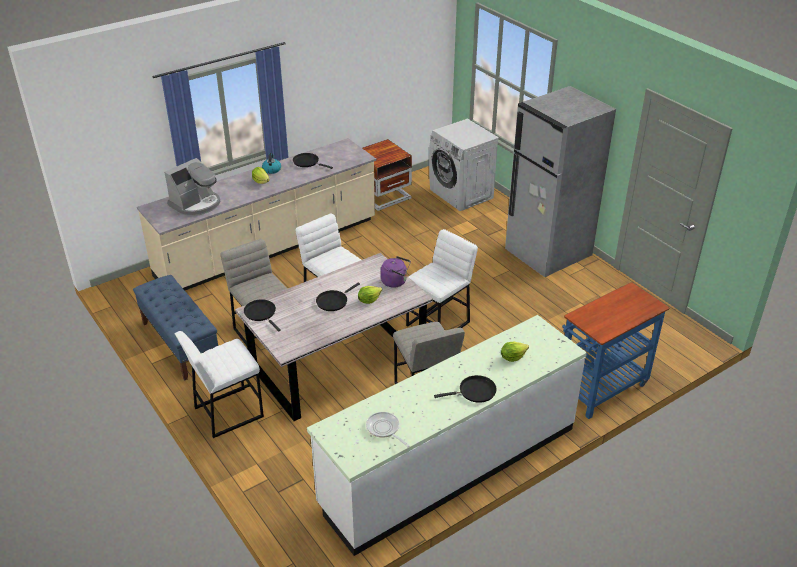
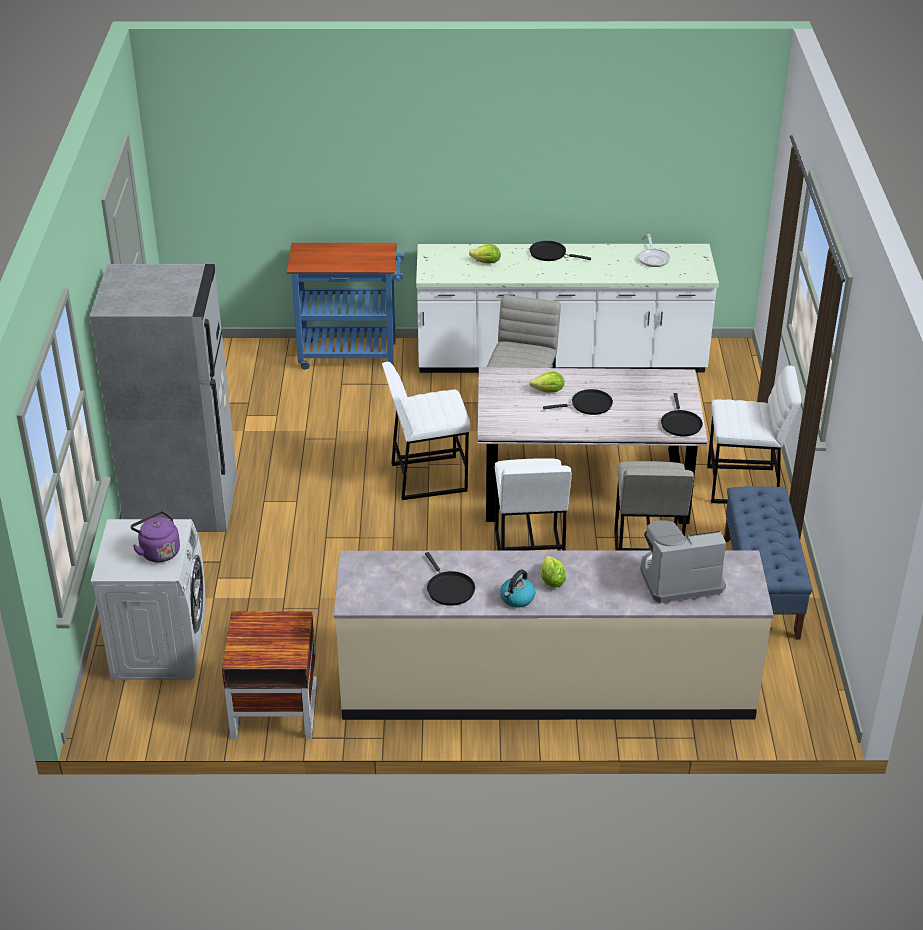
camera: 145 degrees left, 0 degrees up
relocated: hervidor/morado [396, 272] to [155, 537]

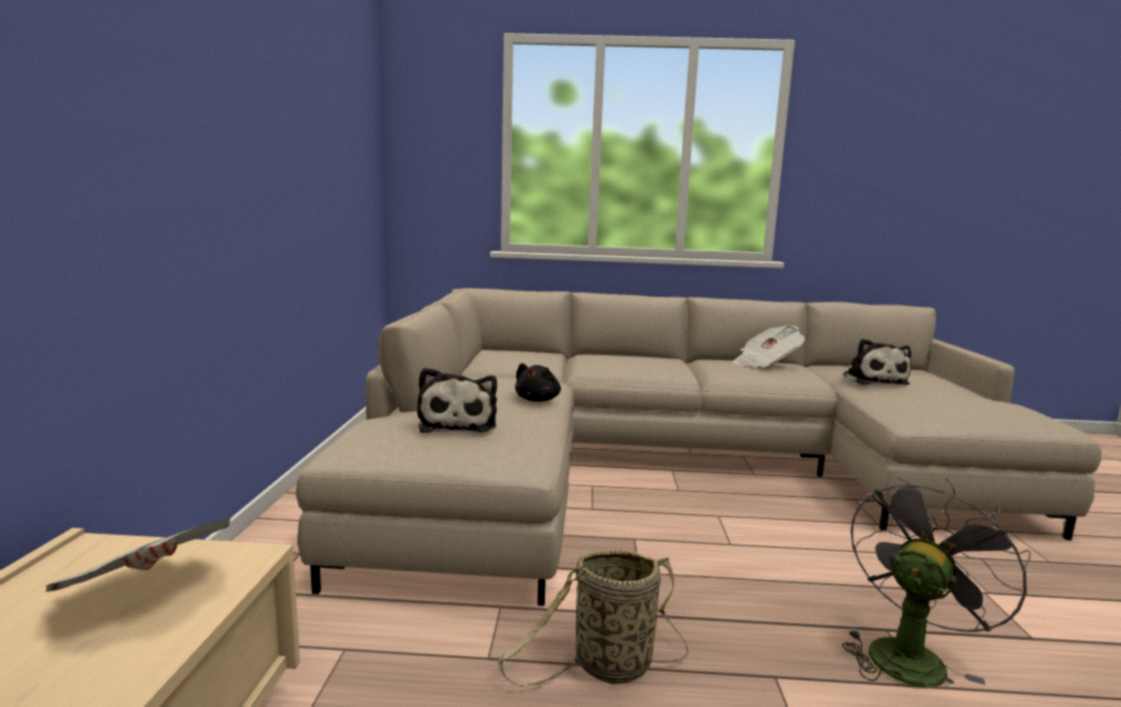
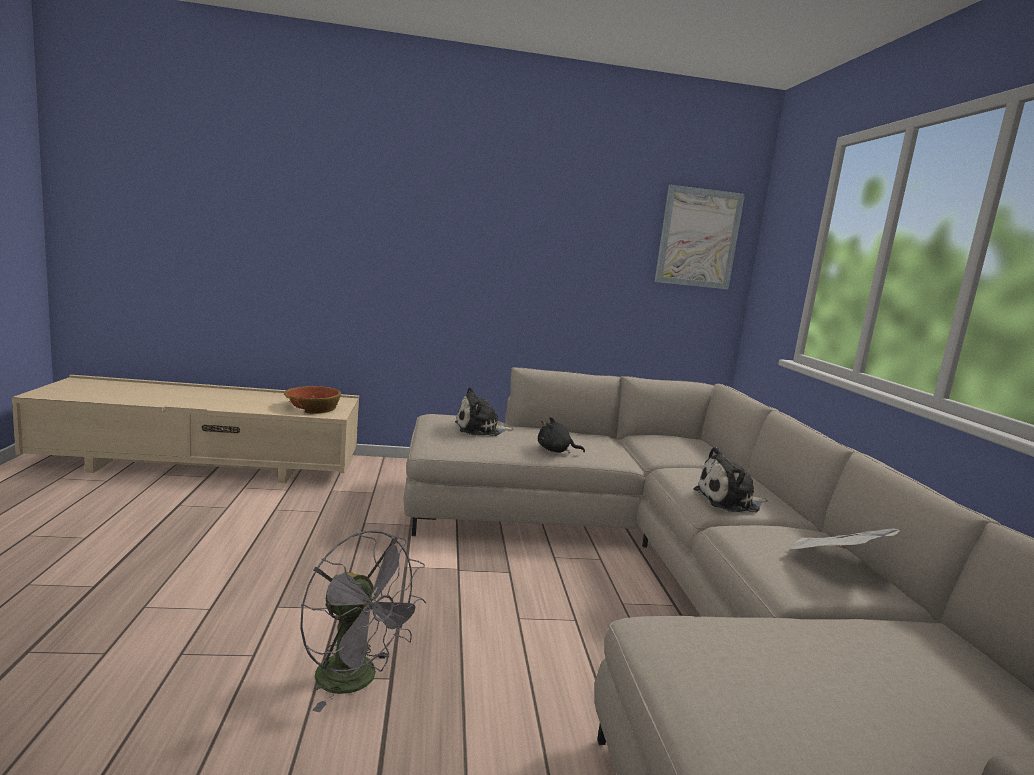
camera: 80 degrees right, 0 degrees up
missing: cesta [593, 618]
appeared: cuadro [700, 237]
relocated: peluche [877, 362] to [731, 479]
exchanged: periódico [139, 555] to cuenco [312, 400]

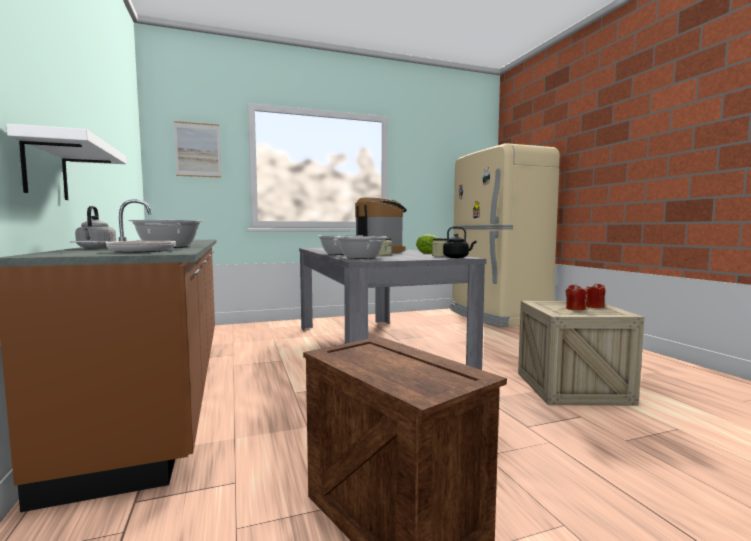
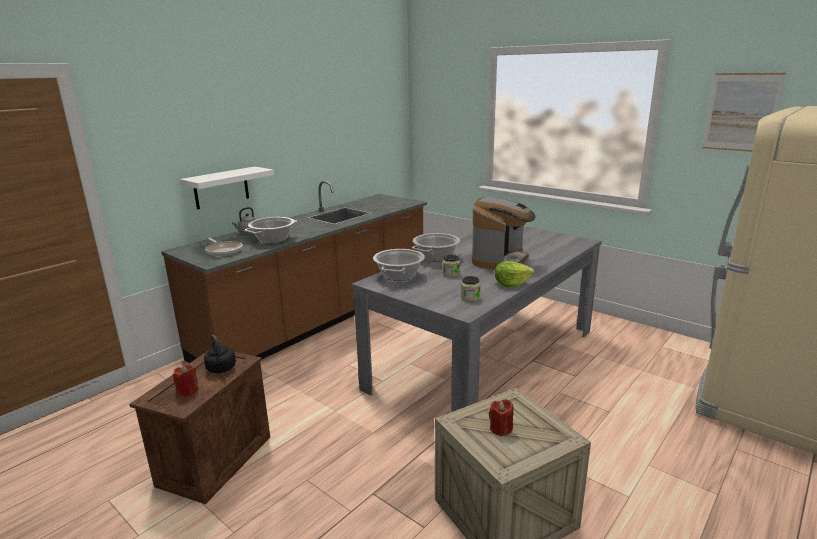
camera: 60 degrees right, 15 degrees up
relocated: vela/rojo [595, 295] to [185, 380]; hervidor/negro [459, 242] to [220, 354]; cuadro [197, 149] to [744, 112]

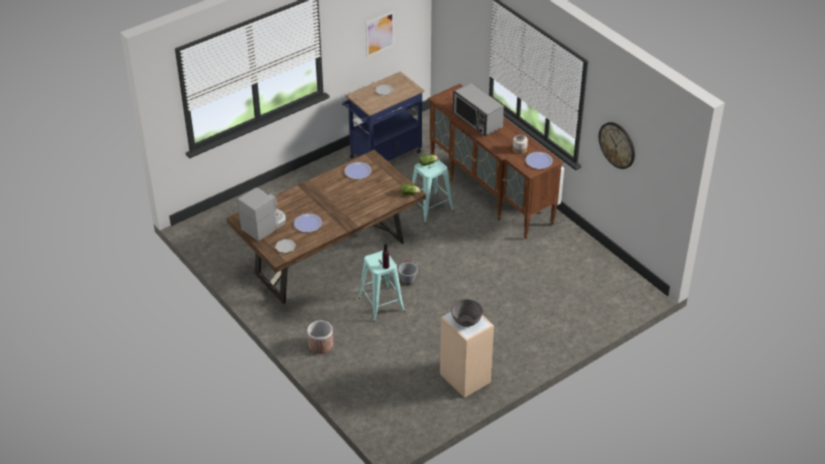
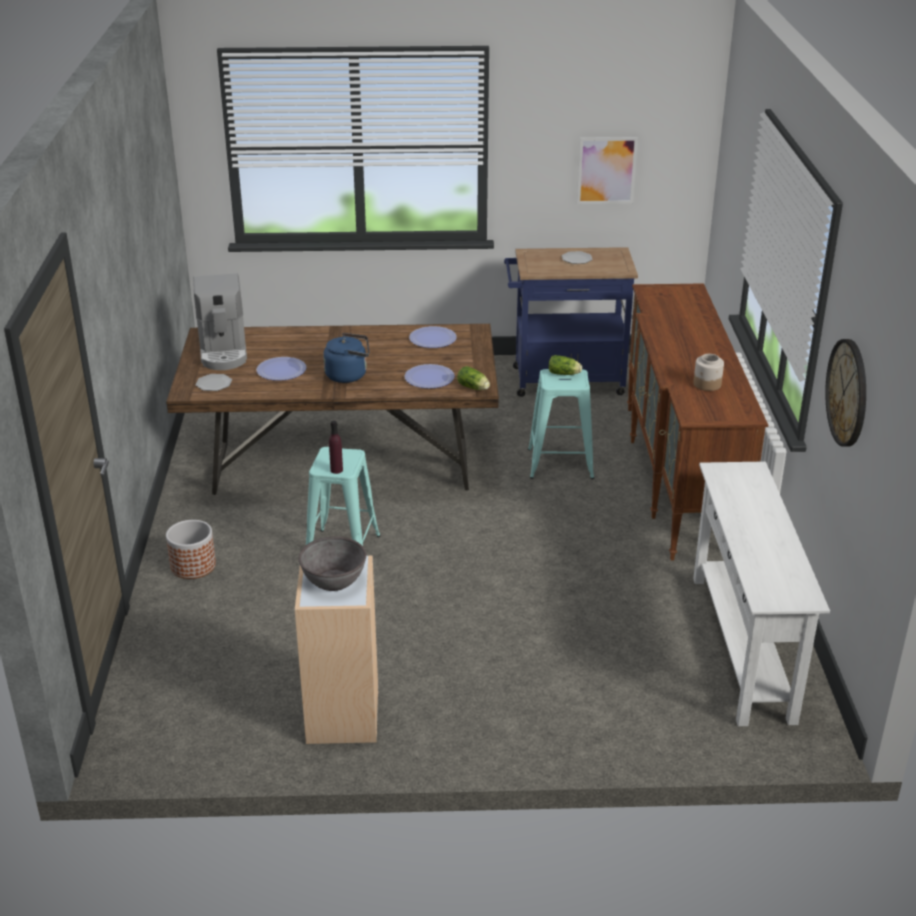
camera: 35 degrees right, 10 degrees down
missing: cubo/gris [408, 273]; microondas [478, 109]
appeared: hervidor/azul [346, 358]; mesa consola/blanco [761, 593]
relocated: plato [539, 160] to [429, 376]
spun: cafetera [262, 214] = [220, 321] 90 degrees clockwise

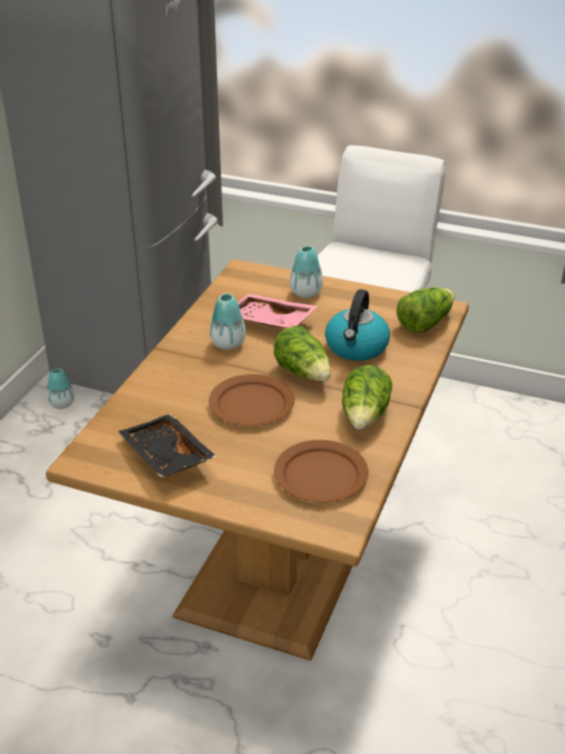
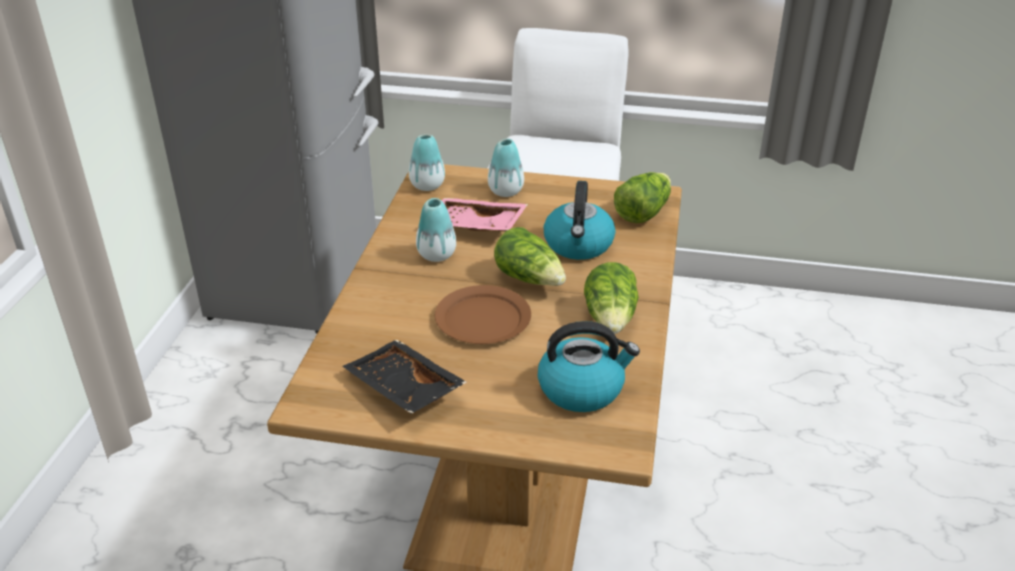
camera: 10 degrees left, 0 degrees up
relocated: florero [61, 388] to [427, 162]
exchanged: plato/marrón [321, 471] to hervidor [589, 366]

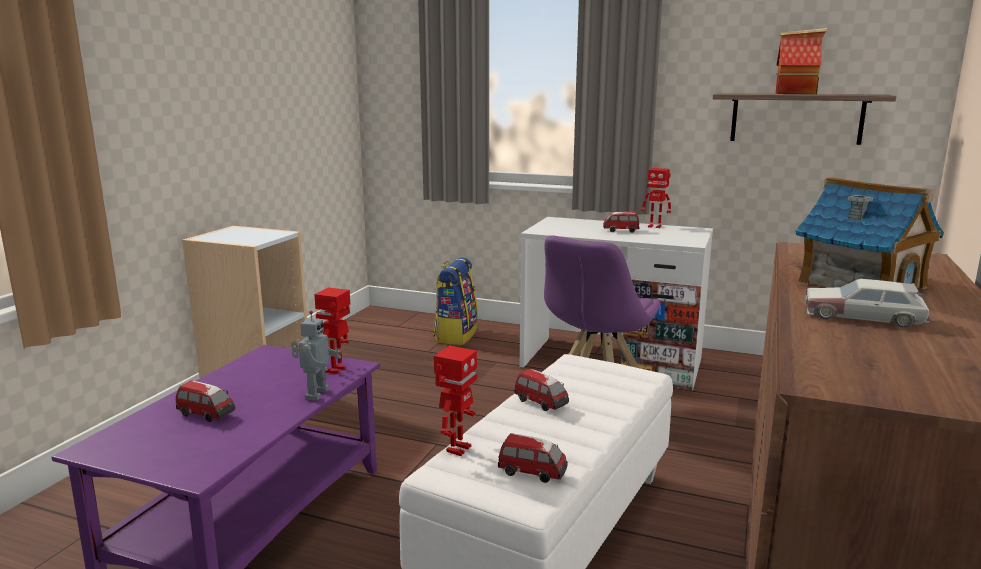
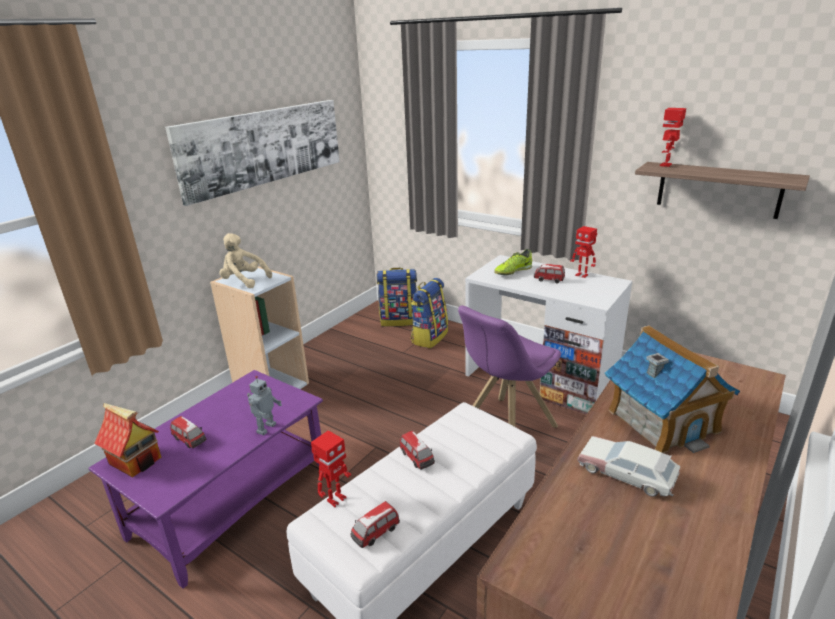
camera: 15 degrees right, 10 degrees up
appeared: cuadro [252, 153]; peluche/beis [245, 260]; mochila [396, 297]; zapato [513, 262]
relocated: casita [801, 61] to [127, 440]; robot de juguete [332, 331] to [673, 137]
spun: coche de juguete [533, 458] = [375, 524] 105 degrees clockwise

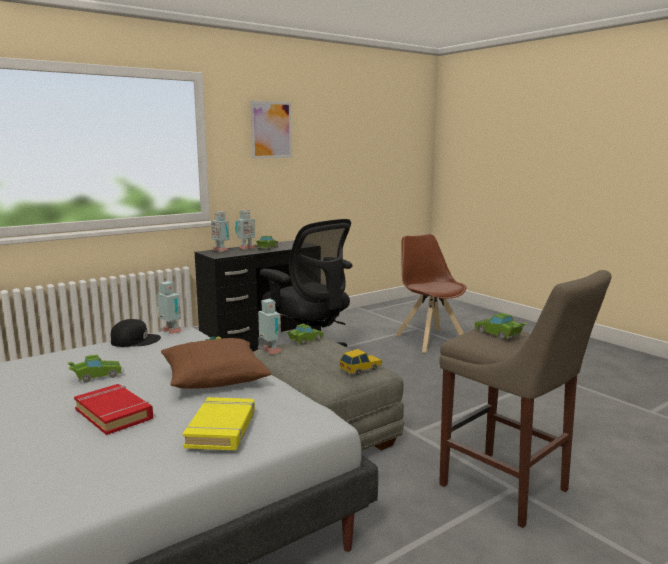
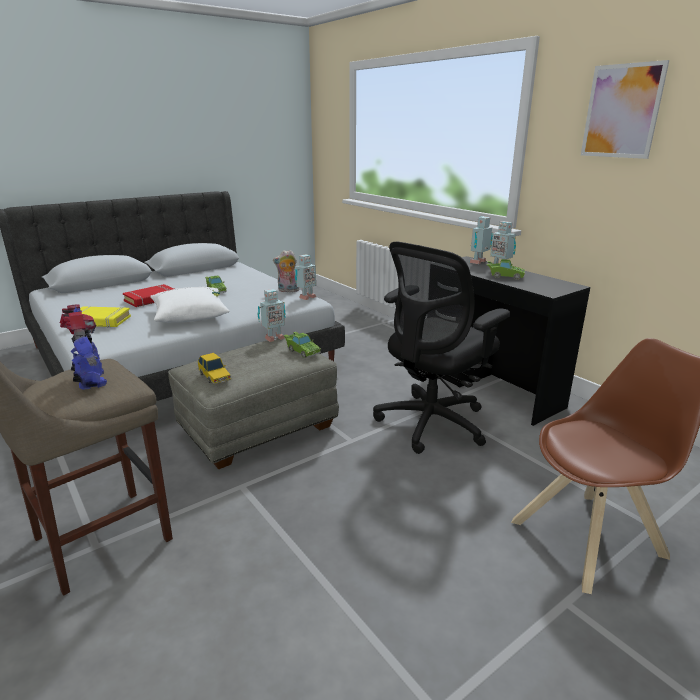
camera: 90 degrees right, 10 degrees up
exchanged: coche de juguete/verde [501, 326] to robot de juguete [83, 347]; gorra/negro [136, 333] to peluche [286, 271]
colour: cojín/marrón [216, 362] to cojín/blanco [189, 305]

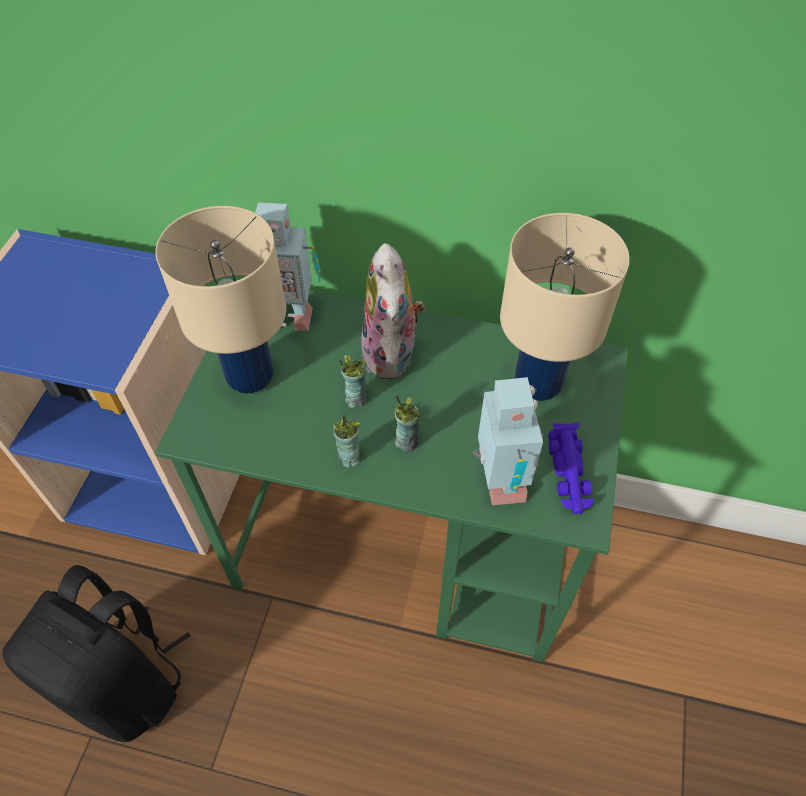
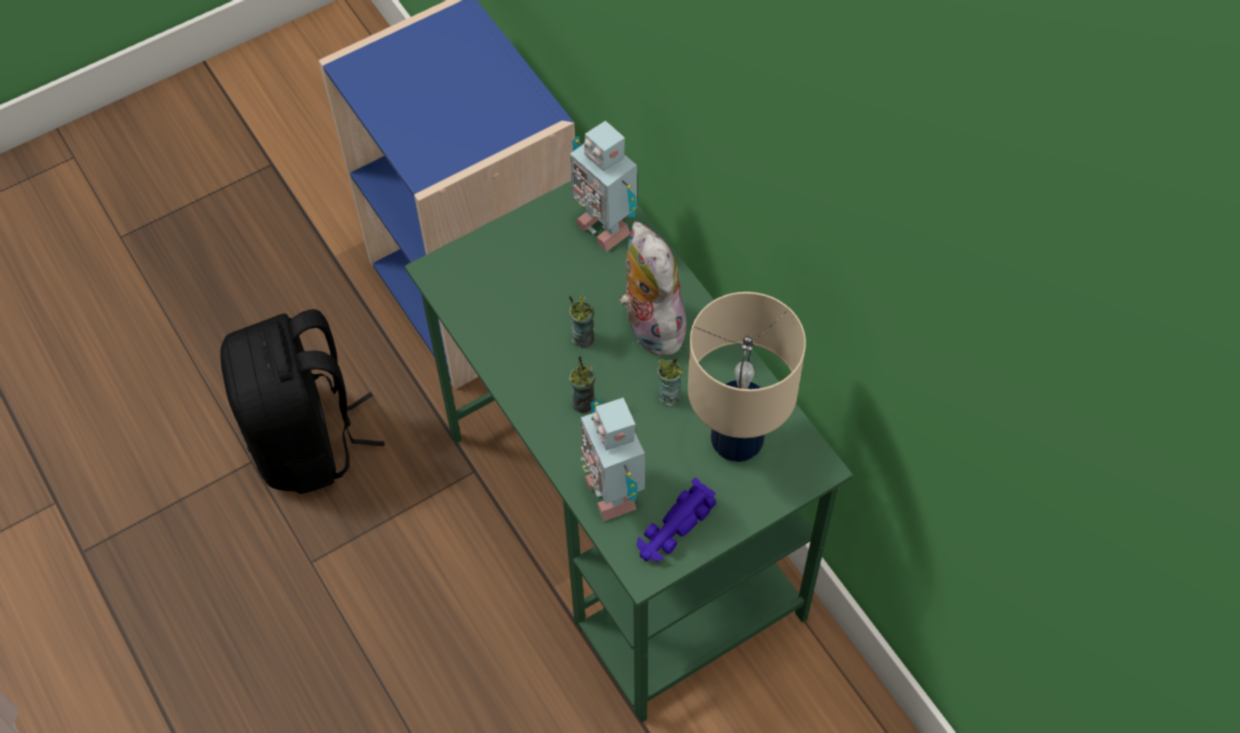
camera: 45 degrees right, 5 degrees up
missing: lámpara de mesa/beis [220, 300]
relocated: taza [347, 441] to [670, 382]
spun: robot de juguete [508, 441] = [613, 459] 120 degrees clockwise; peluche [393, 311] = [652, 288] 120 degrees clockwise

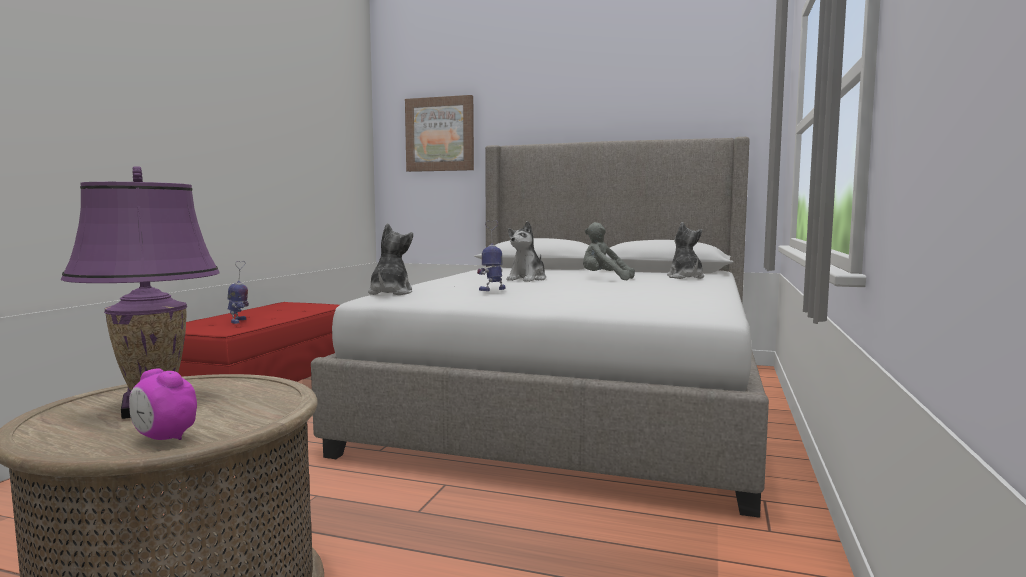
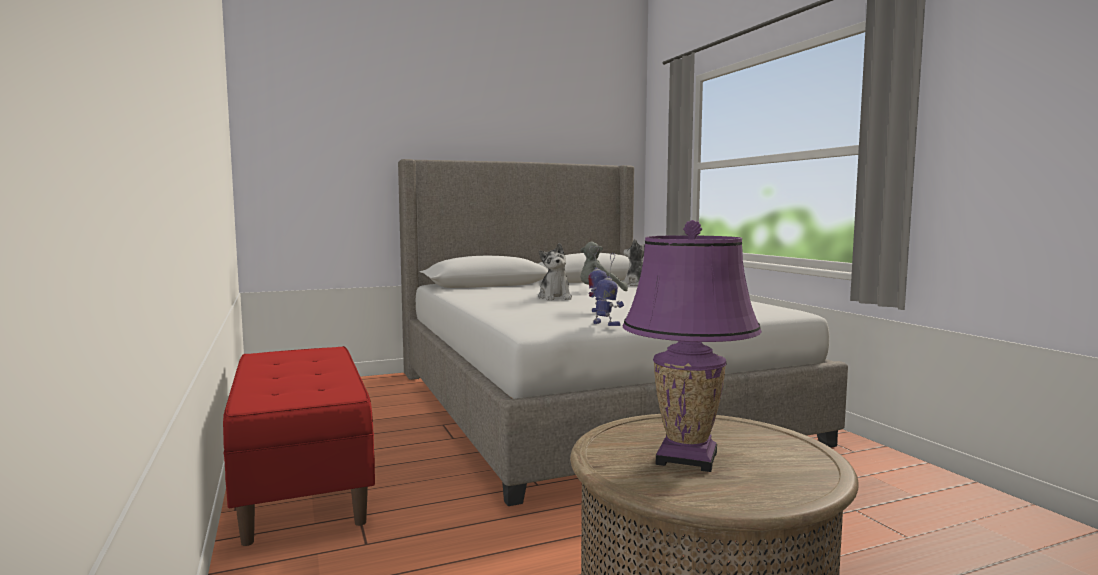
camera: 40 degrees left, 0 degrees up
missing: despertador [163, 404]; peluche [390, 259]; cuadro [439, 133]
relocated: robot de juguete [238, 292] to [609, 289]

